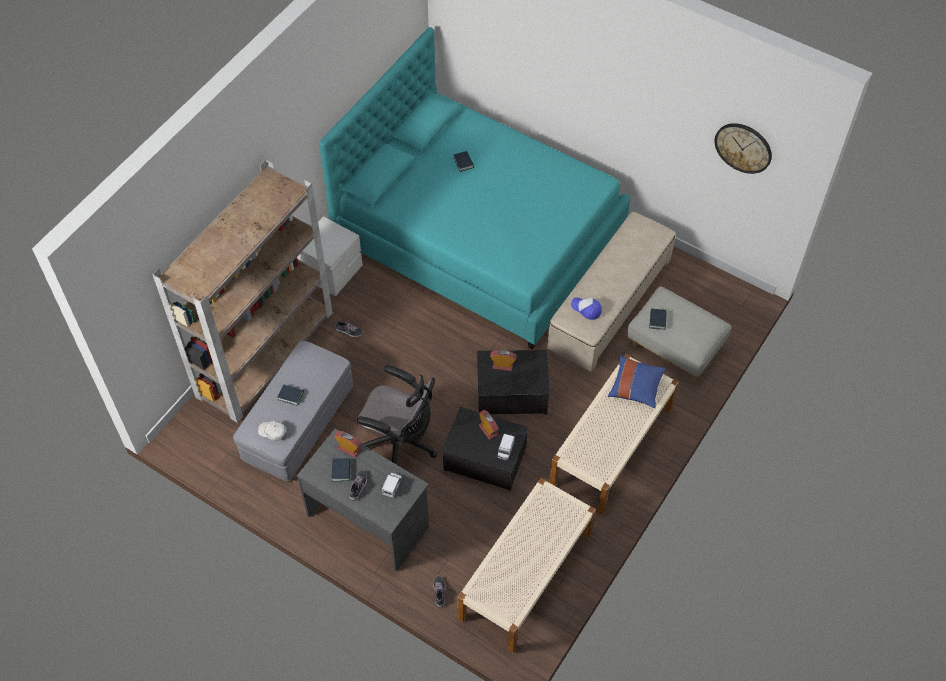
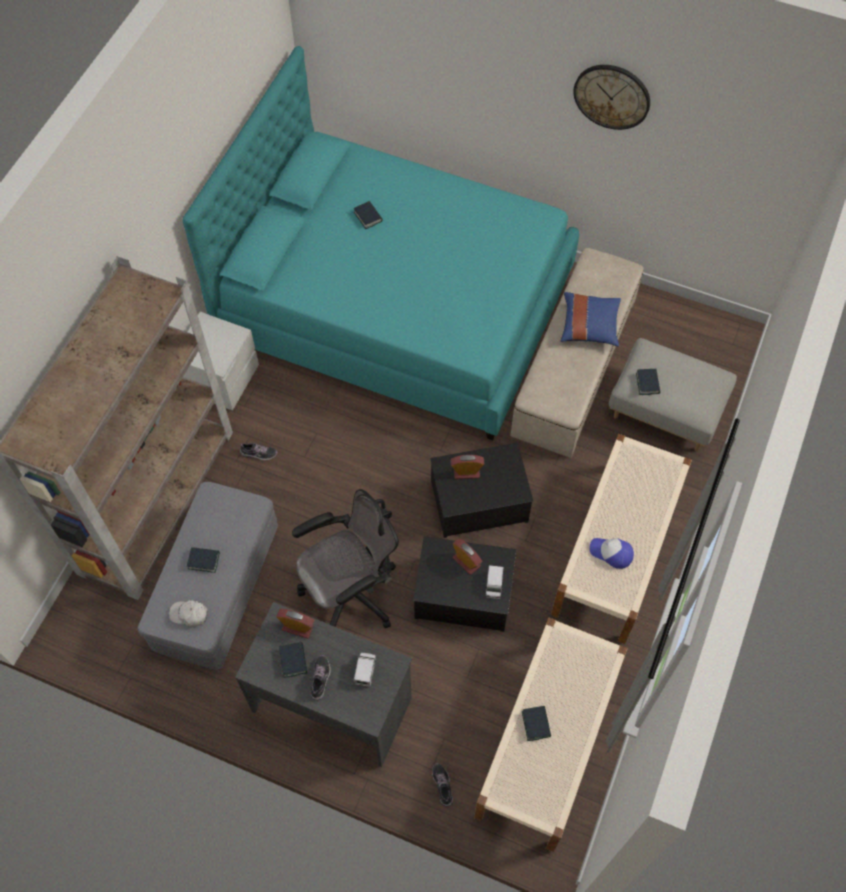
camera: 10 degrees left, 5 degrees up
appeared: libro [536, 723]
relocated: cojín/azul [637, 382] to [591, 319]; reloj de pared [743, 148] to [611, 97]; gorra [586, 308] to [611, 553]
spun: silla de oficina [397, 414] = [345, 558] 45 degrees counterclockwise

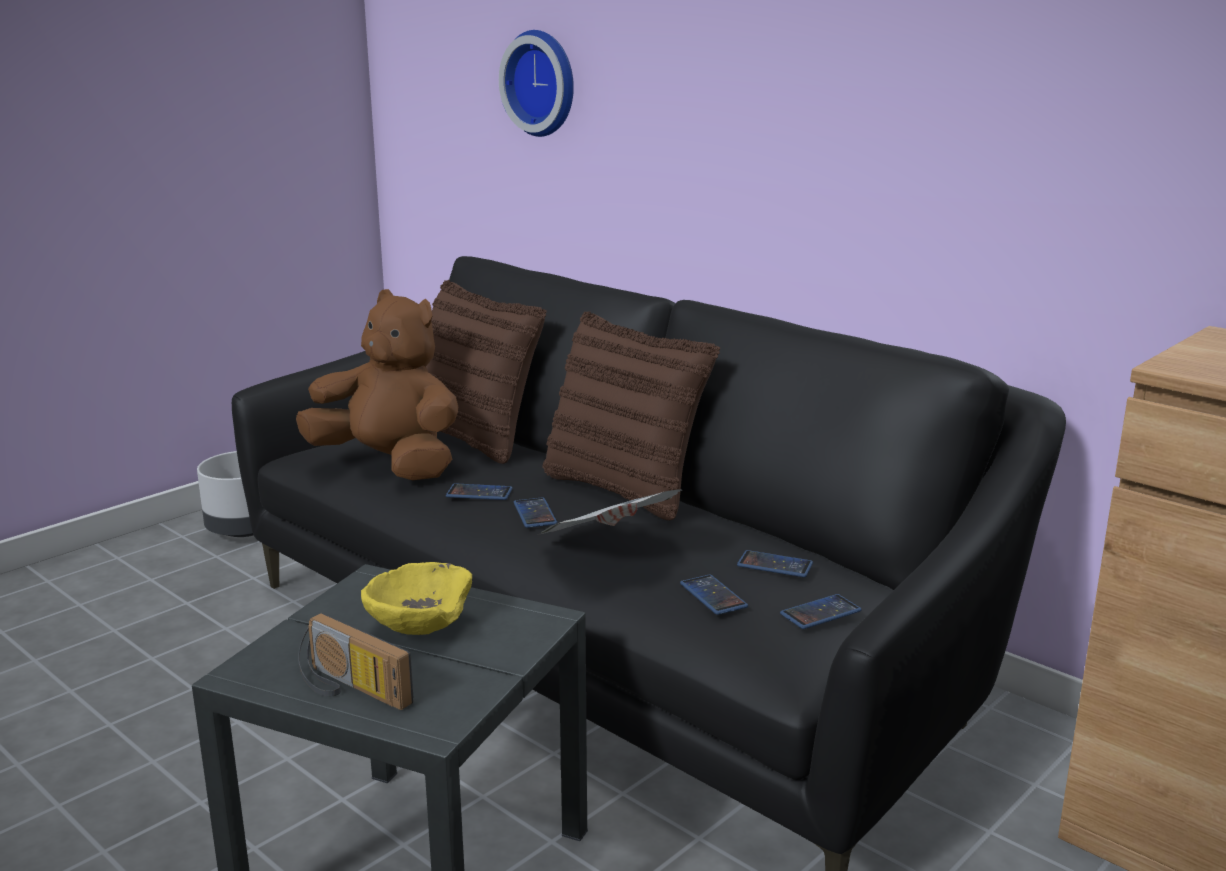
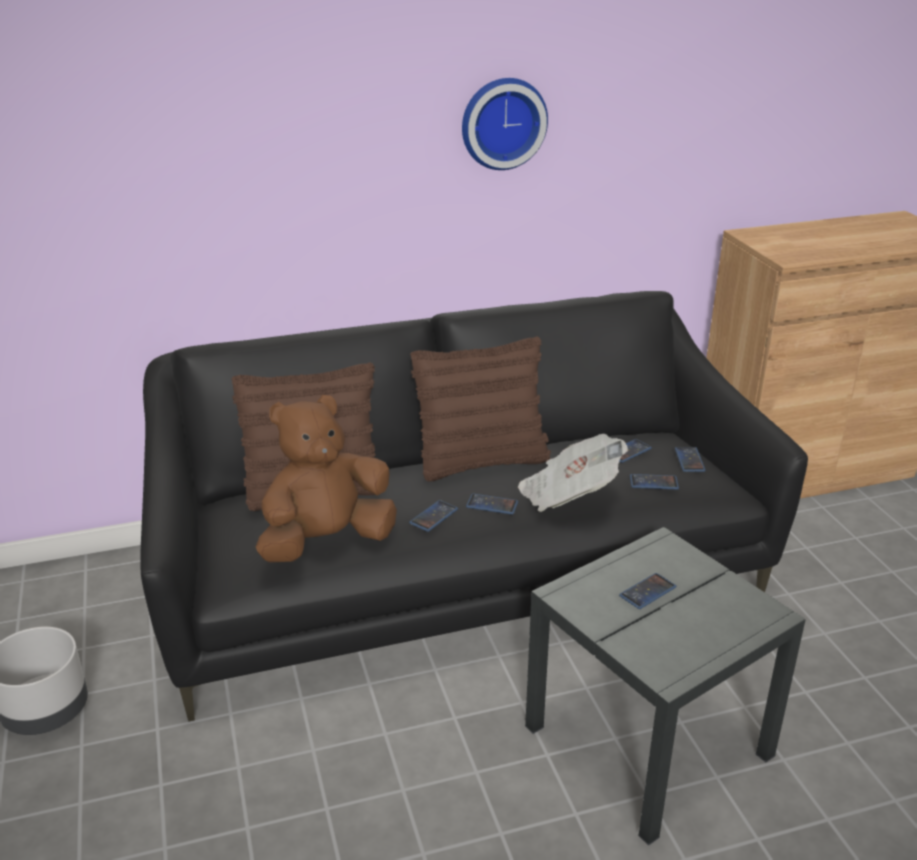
camera: 60 degrees left, 10 degrees up
missing: radio [355, 661]
relocated: reloj de pared [536, 83] to [505, 124]
exchanged: cuenco/amarillo [416, 598] to móvil [647, 591]

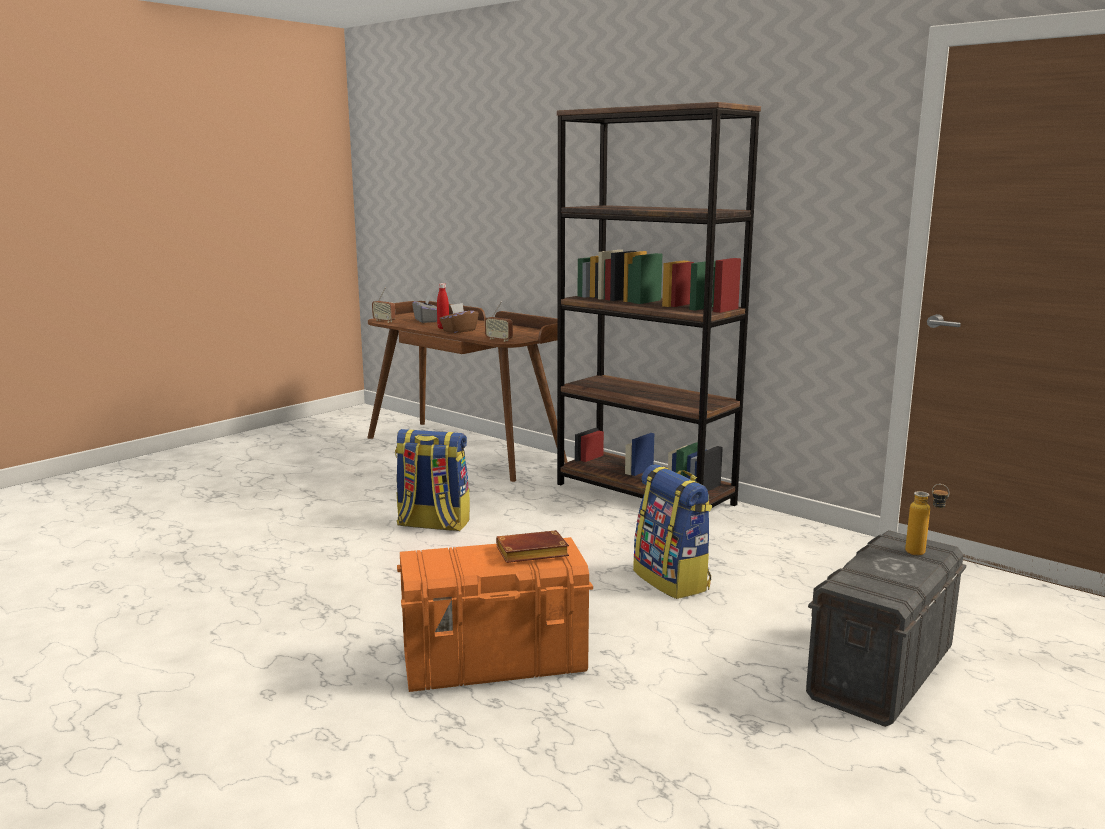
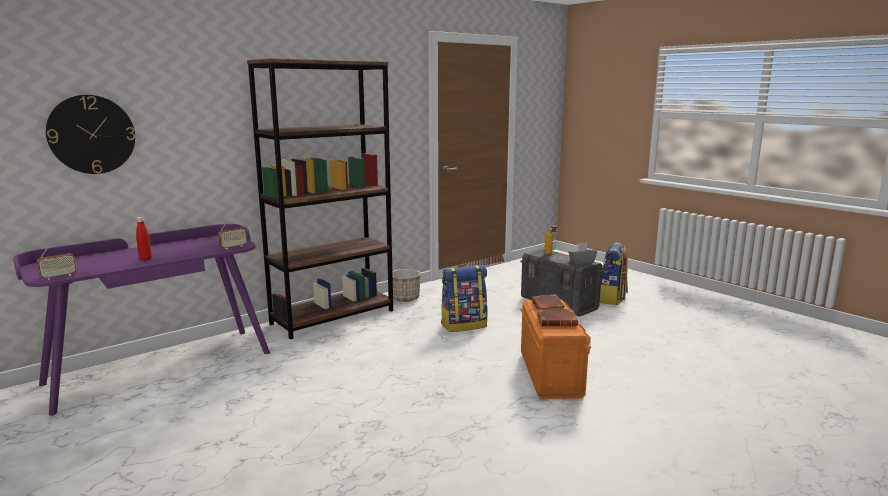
camera: 80 degrees left, 0 degrees up
missing: caja de pañuelos/marrón [459, 318]
appeared: reloj de pared [90, 134]; maceta [406, 285]; libro/marrón [557, 317]
relocated: caja de pañuelos/gris [424, 309] to [582, 253]; mochila [432, 480] to [614, 273]
colour: escritorio/marrón [467, 391] to escritorio/morado [141, 320]

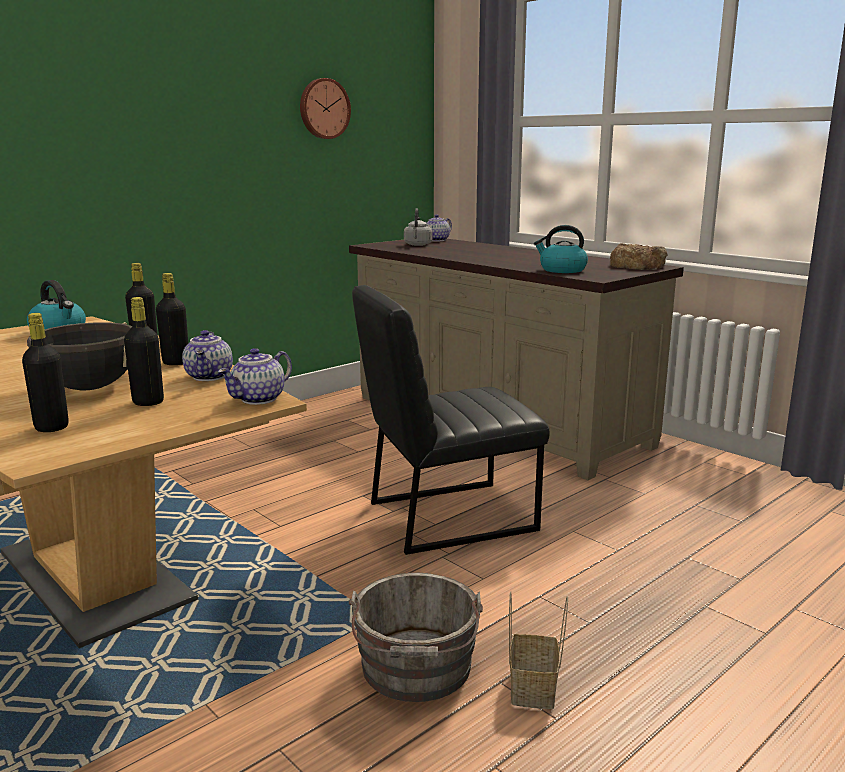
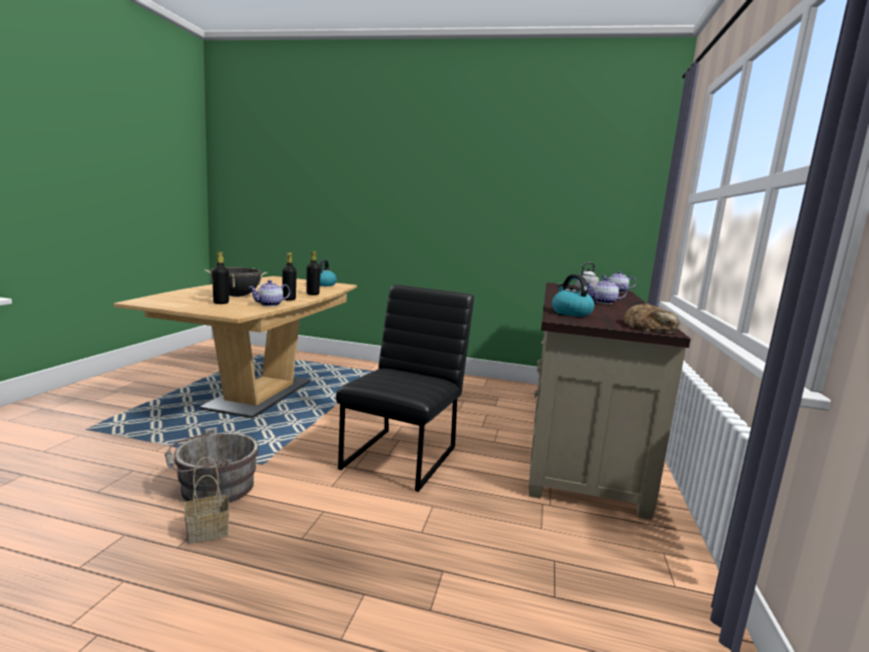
camera: 55 degrees right, 5 degrees down
missing: botella/negro [45, 372]; reloj de pared [325, 108]
relocated: tetera [255, 376] to [607, 291]
spun: silla/negro [451, 420] = [405, 388] 75 degrees clockwise

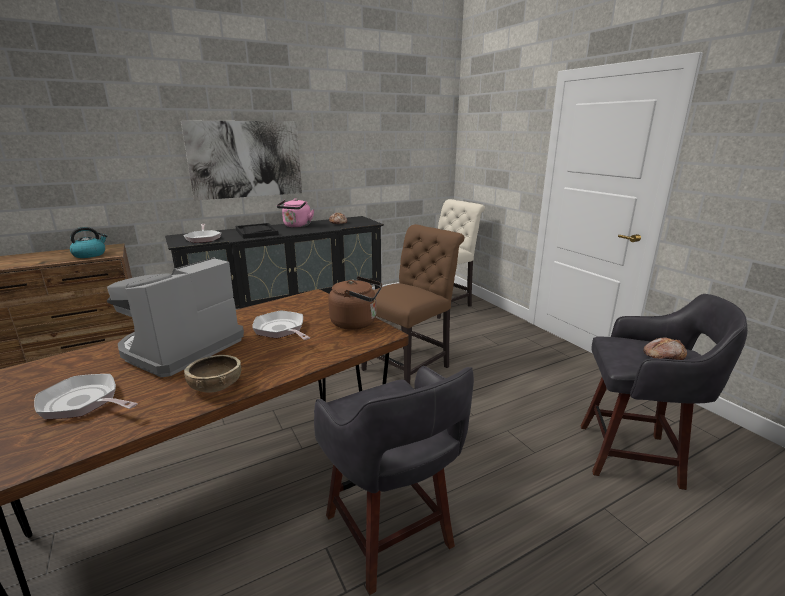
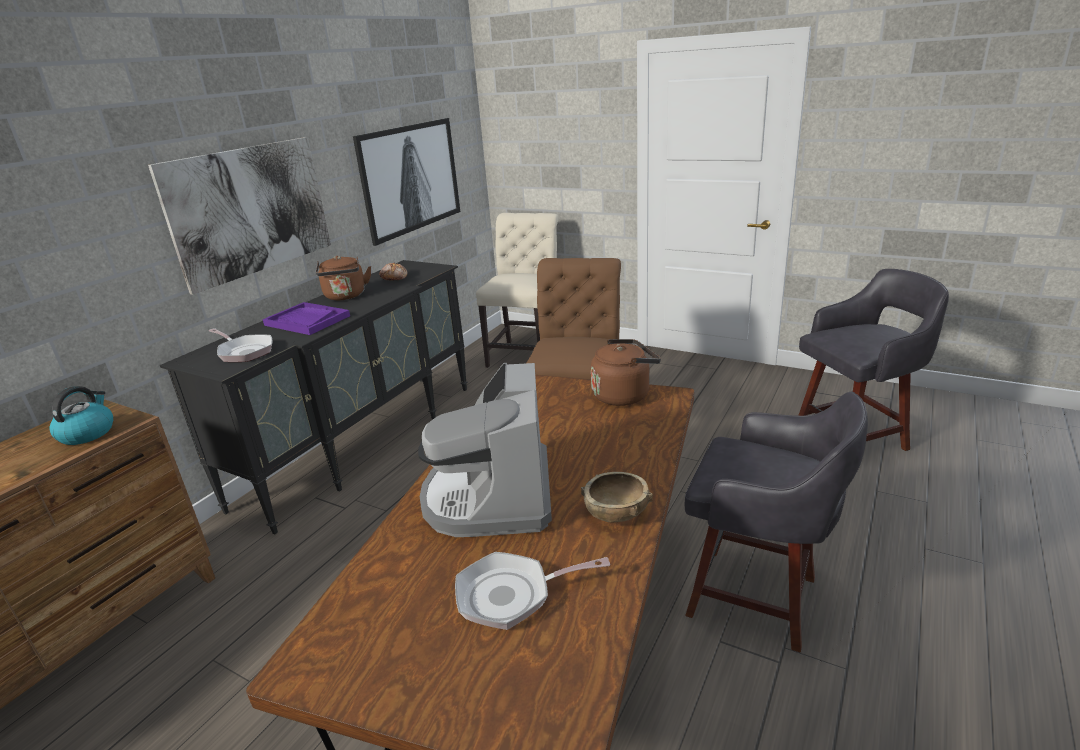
camera: 30 degrees left, 5 degrees up
missing: sartén [281, 325]; pan [665, 348]
appeared: cuadro [406, 182]
colour: bandeja/negro [257, 231] to bandeja/morado [306, 318]; hervidor/rosa [295, 212] to hervidor/marrón [343, 278]

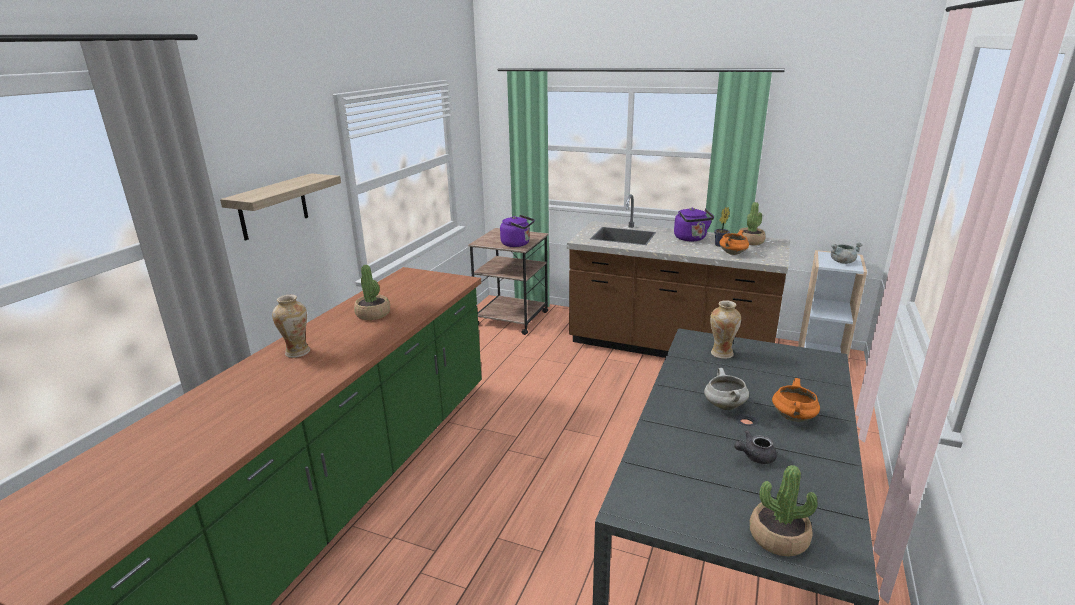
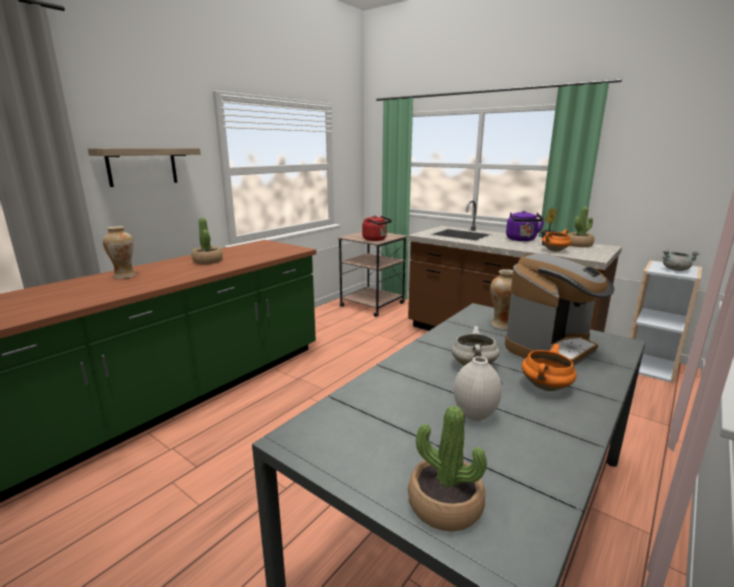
camera: 15 degrees right, 5 degrees down
appeared: cafetera [559, 309]
exchanged: tetera/gris [755, 447] to florero/blanco [478, 388]
colour: hervidor/morado [517, 231] to hervidor/rojo [377, 228]

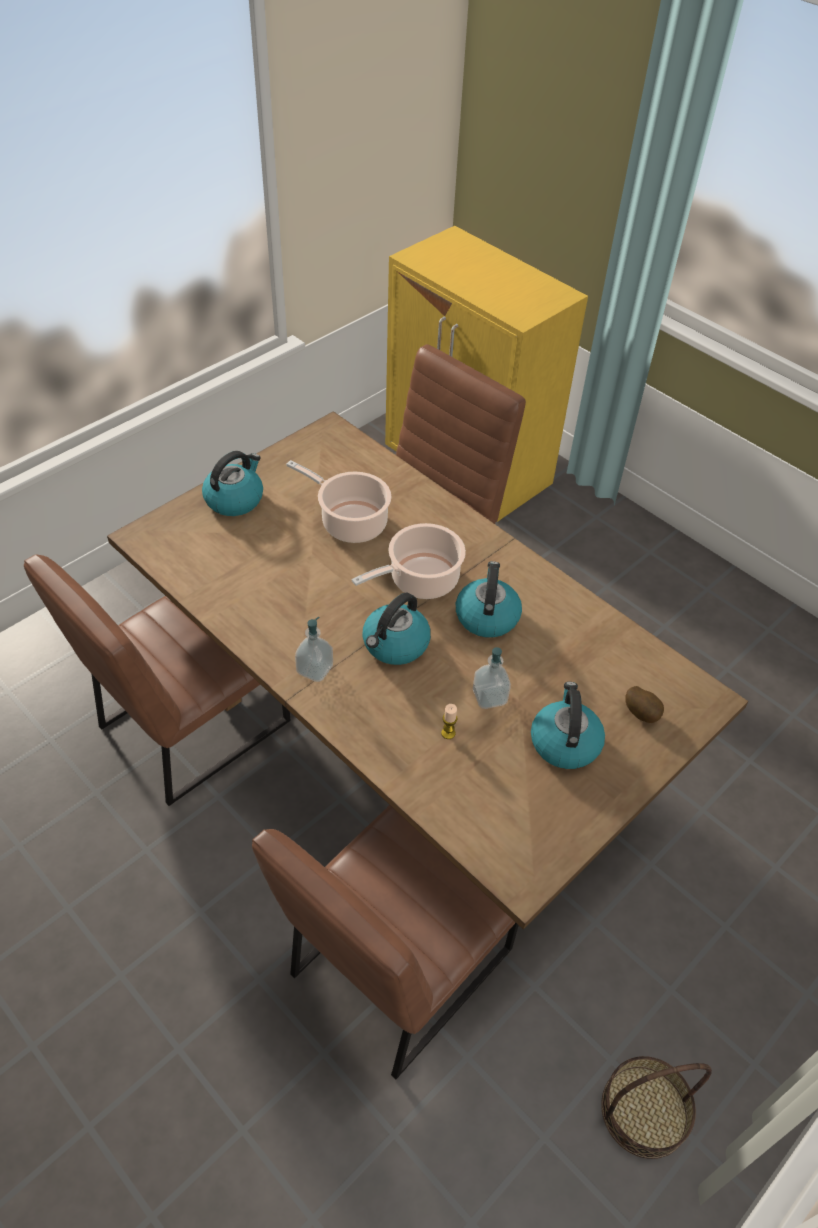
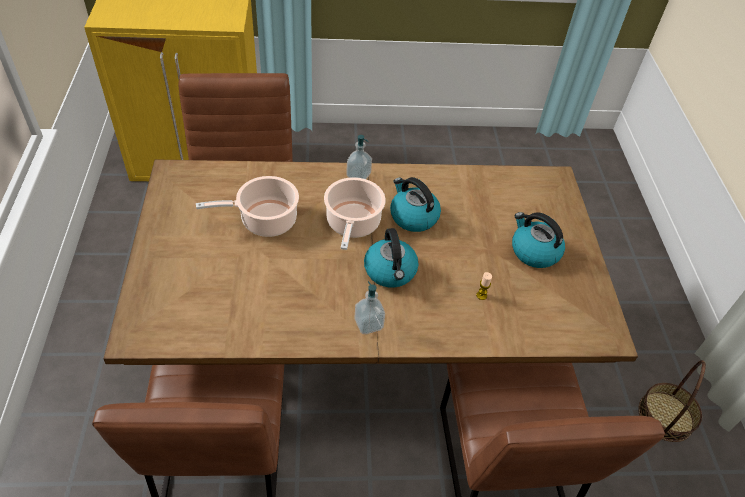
camera: 50 degrees left, 0 degrees up
missing: hervidor [232, 483]; patata [644, 704]
relocated: dispensador de jabón [492, 678] to [359, 157]

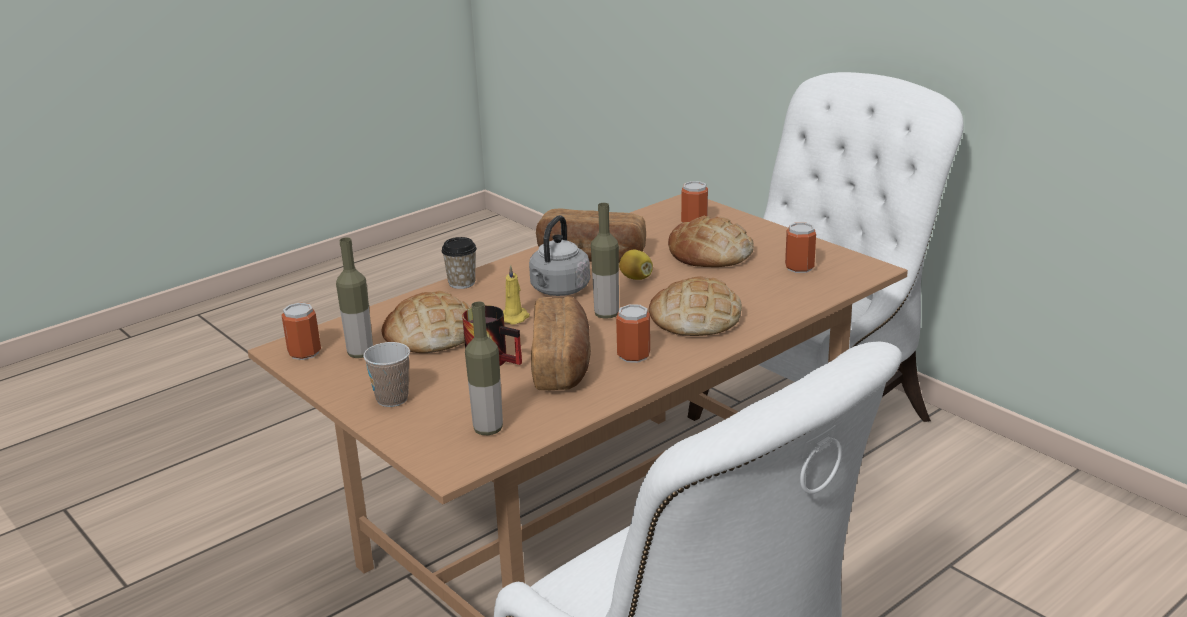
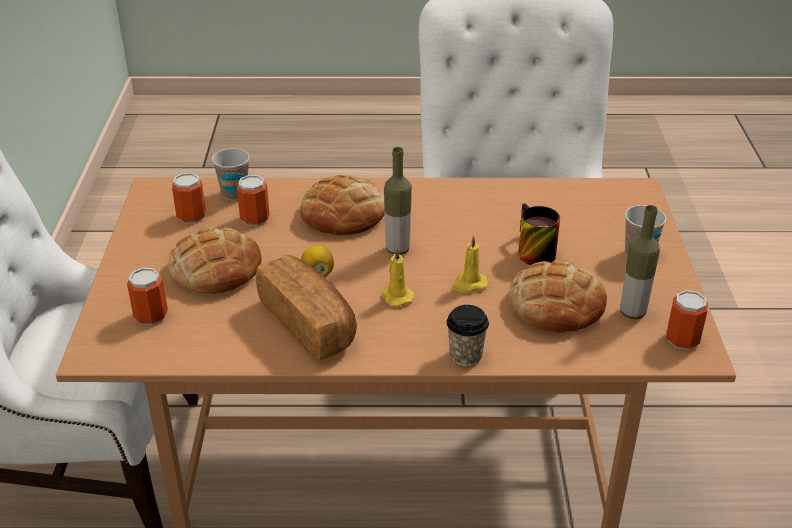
camera: 140 degrees left, 10 degrees up
missing: botella [484, 368]; pan [561, 343]
appeared: taza [231, 174]
relocated: lata [633, 333] to [253, 200]
exchanged: hervidor/gris [559, 255] to vela/amarillo [397, 277]

